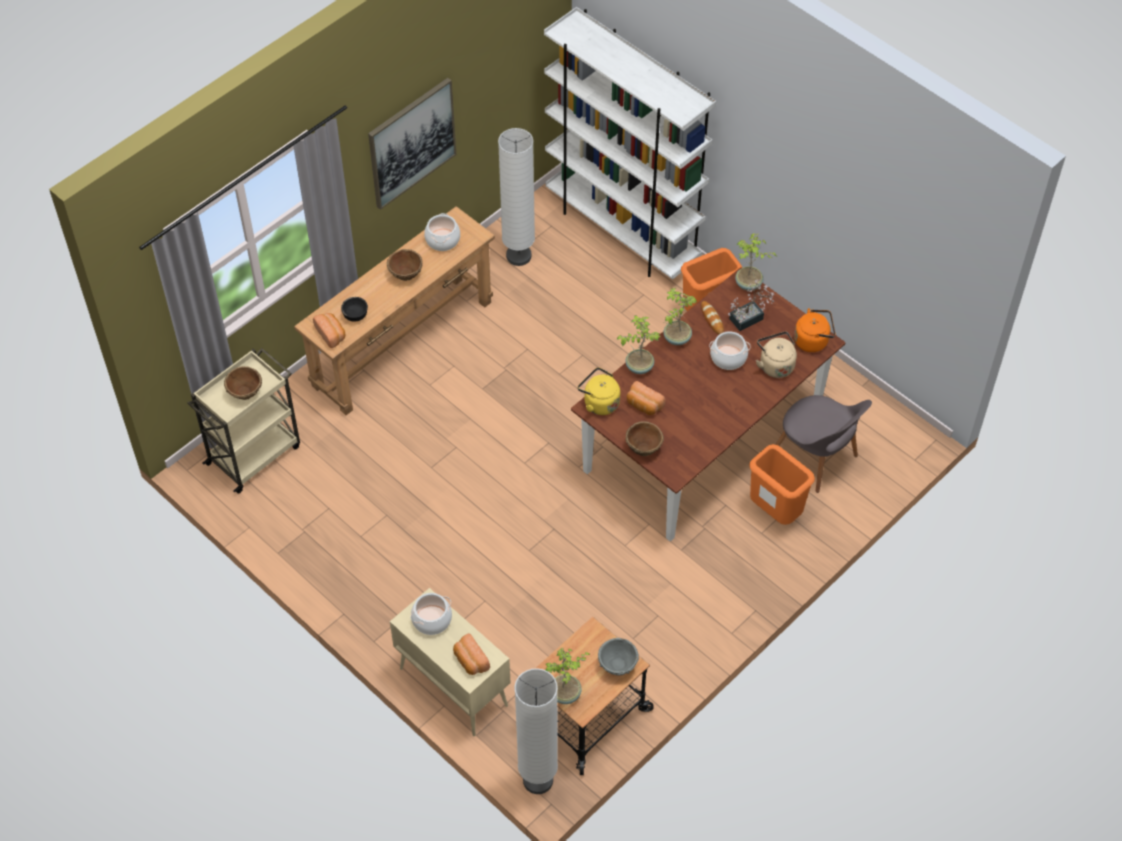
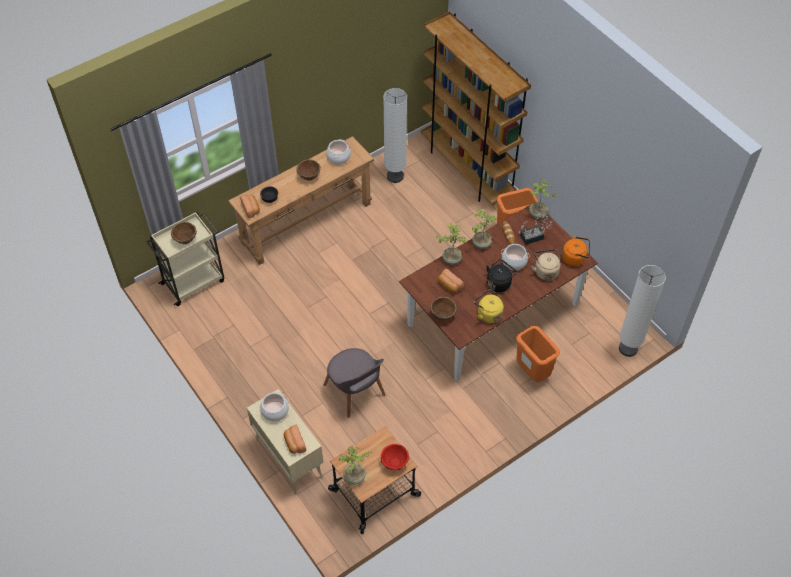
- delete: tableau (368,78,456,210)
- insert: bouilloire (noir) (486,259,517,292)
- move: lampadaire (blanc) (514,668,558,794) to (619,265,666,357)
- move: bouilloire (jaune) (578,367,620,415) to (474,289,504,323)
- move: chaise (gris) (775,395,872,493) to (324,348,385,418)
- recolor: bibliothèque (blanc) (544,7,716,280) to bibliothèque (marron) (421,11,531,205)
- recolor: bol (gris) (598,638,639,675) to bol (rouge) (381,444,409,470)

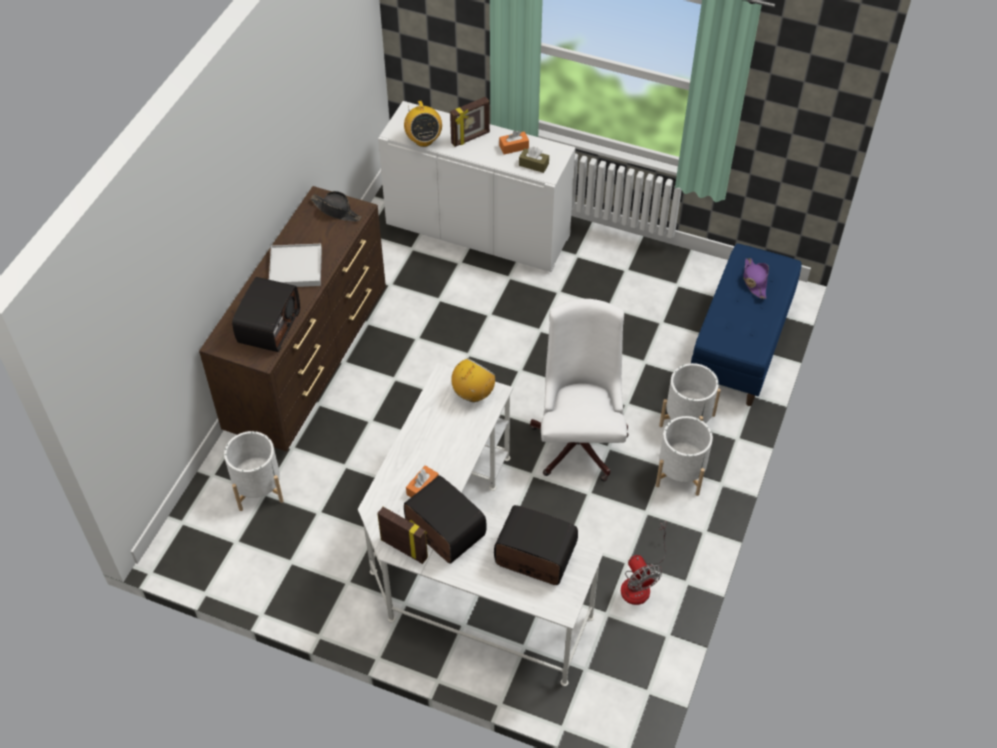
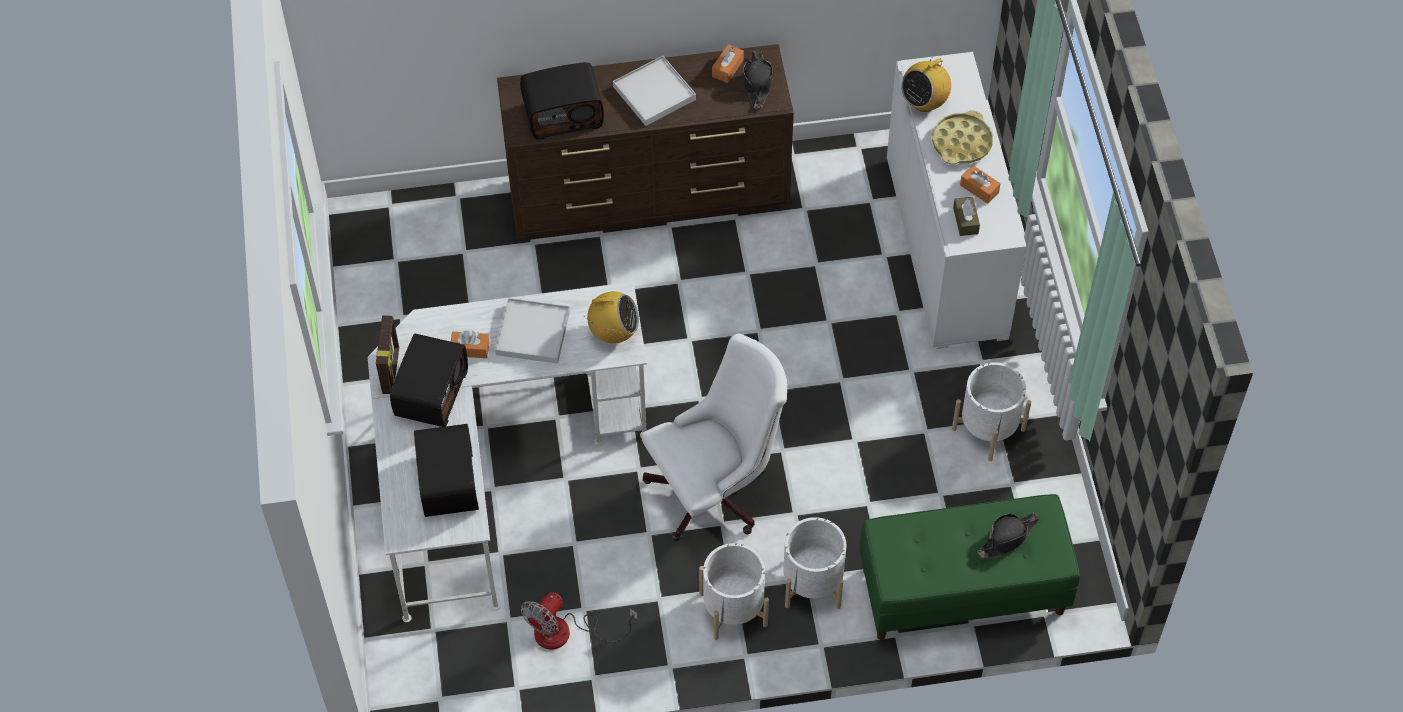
- insert: plateau (blanc) (495,298,570,364)
- insert: boîte à mouchoirs (orange) (712,44,744,83)
- move: cache-pot (blanc) (224,431,284,511) to (952,362,1031,461)
- replace: cadre photo (450,97,490,147) to plateau (jaune) (932,110,993,165)
- recolor: banc (bleu) (691,243,802,406) to banc (vert) (859,494,1080,640)
- recolor: chapeau (violet) (743,258,769,299) to chapeau (noir) (977,512,1040,559)

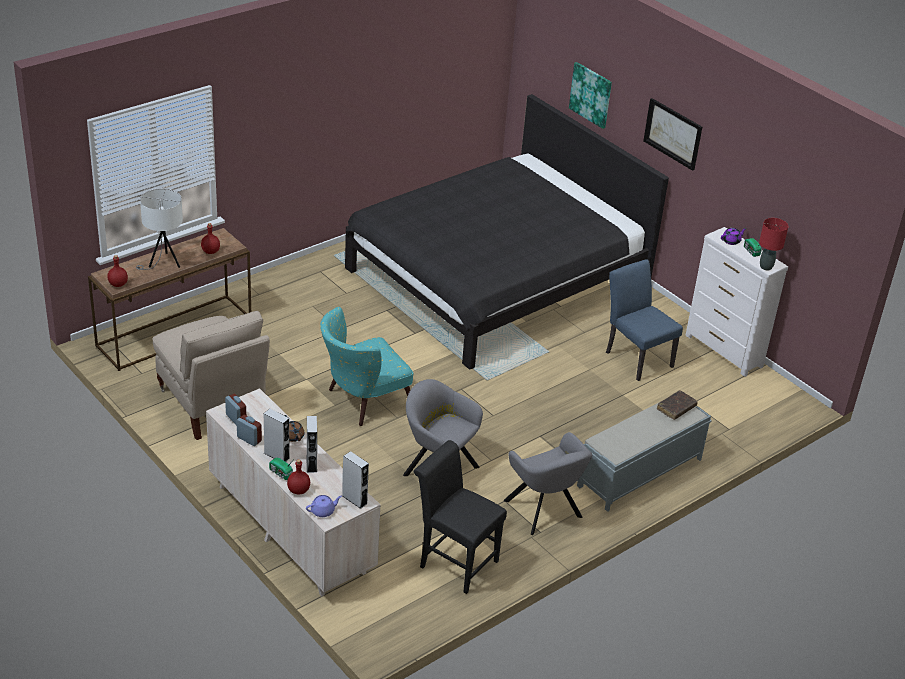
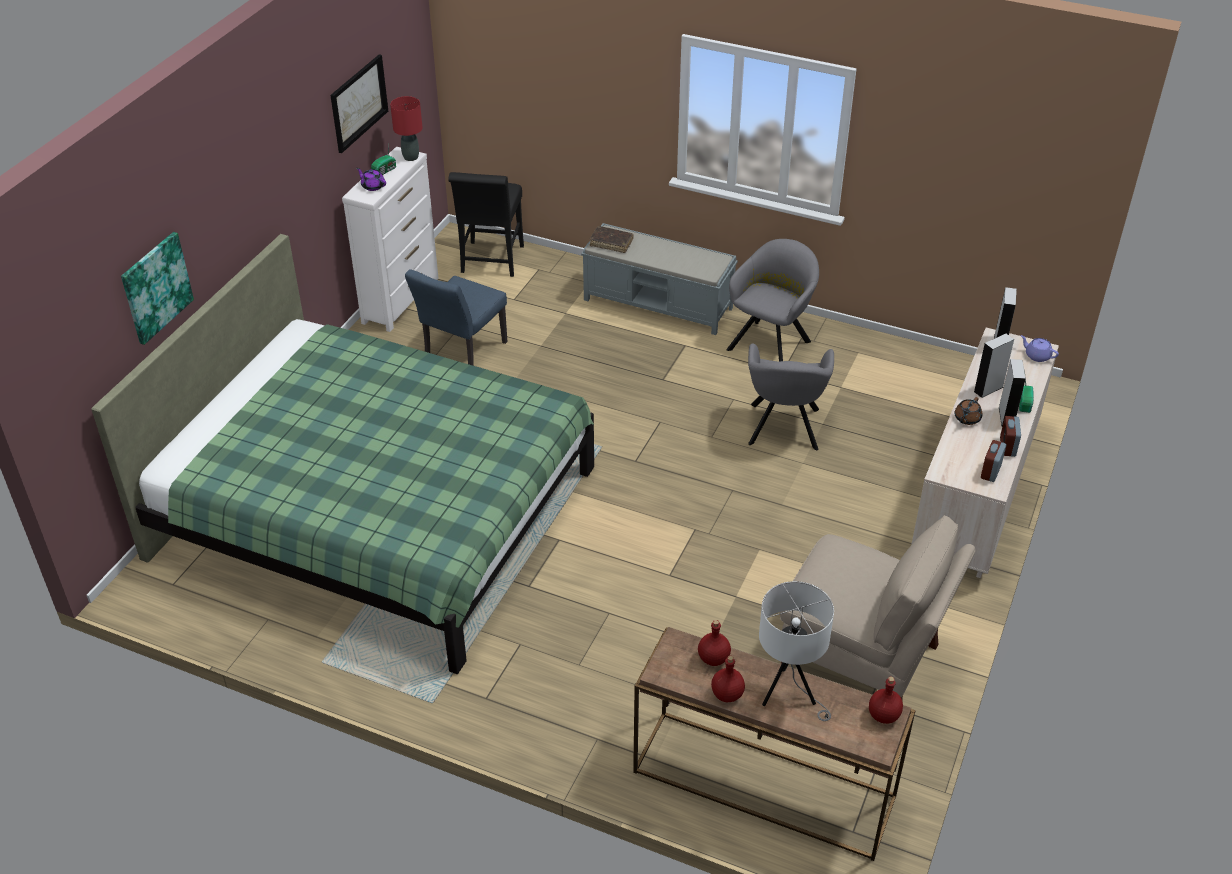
- delete: fauteuil (turquoise) (320,307,413,426)
- move: bouteille (rouge) (287,459,310,495) to (711,656,745,702)
- move: chaise (noir) (414,440,507,594) to (448,172,524,277)
- move: tableau (643,98,702,171) to (330,54,388,153)
- recolor: lit (noir) (345,94,669,370) to lit (vert) (91,234,594,674)
- rotate: chaise (beige) (152,311,270,440) = (780,515,975,699) 90 degrees clockwise

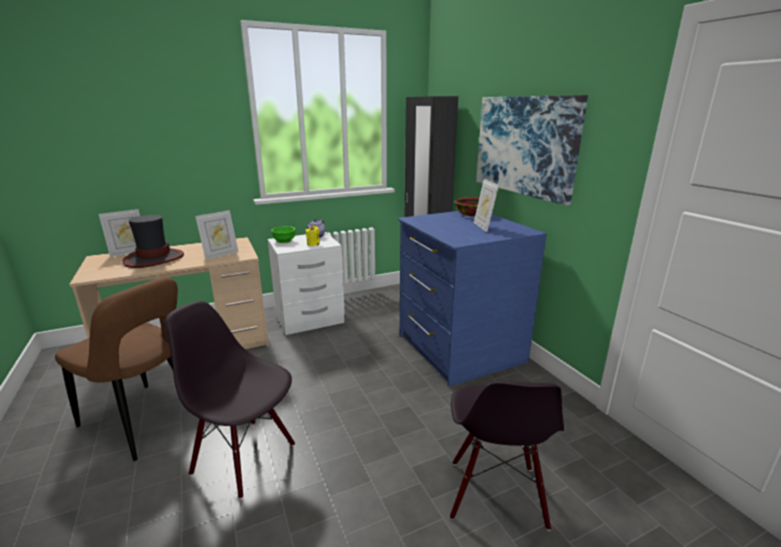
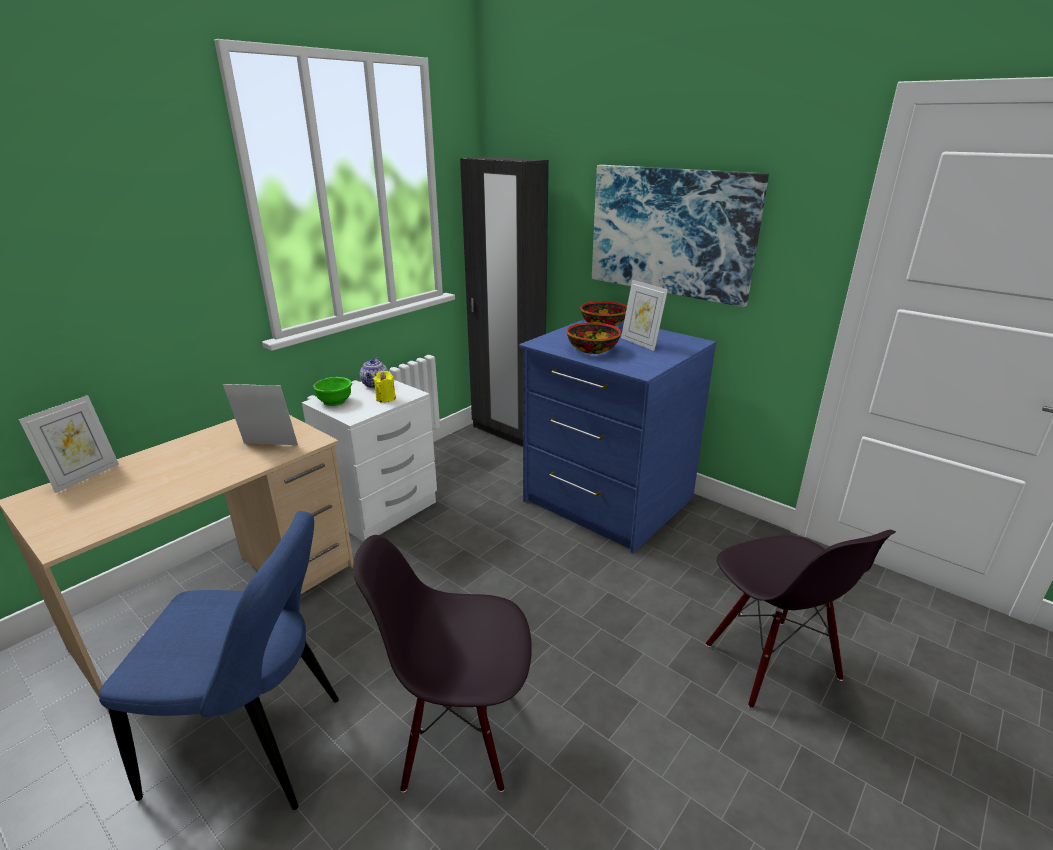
- delete: chapeau (122,215,184,268)
- insert: bol (567,323,621,354)
- recolor: chaise (marron) (55,277,178,461) to chaise (bleu) (99,511,339,810)
- rotate: cadre photo (195,210,239,260) = (223,384,298,445) 105 degrees counterclockwise

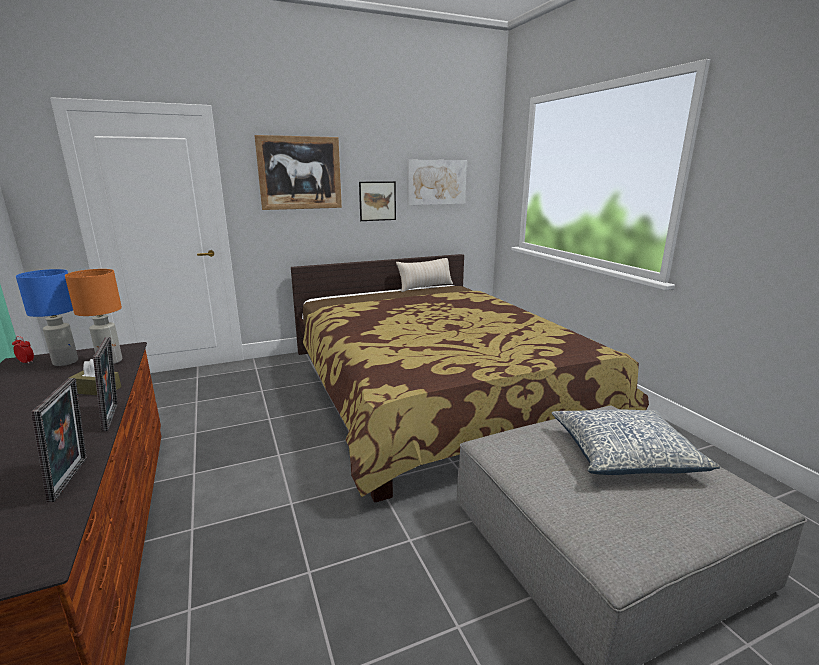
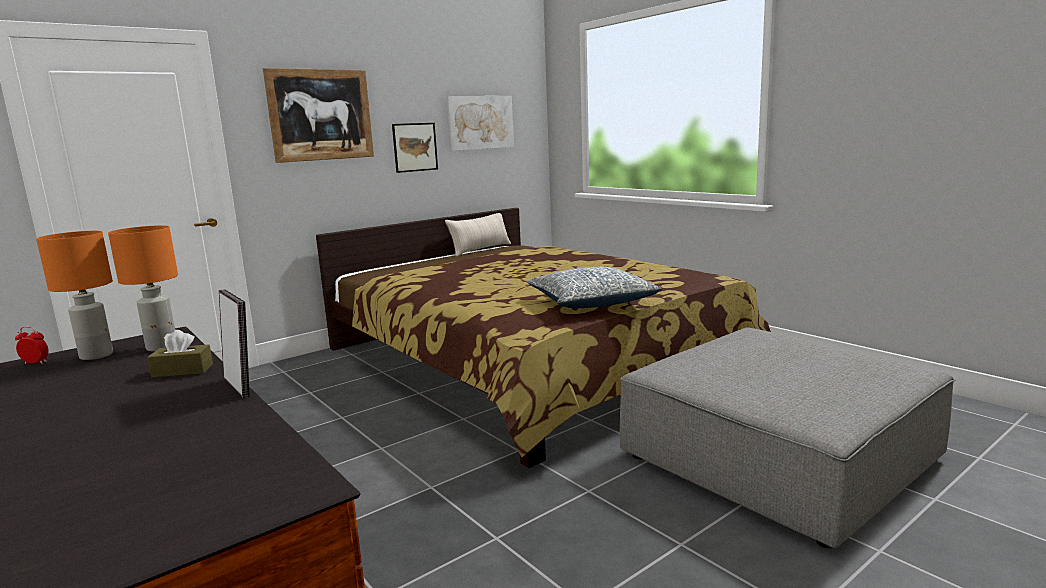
- delete: cadre photo (31,378,87,502)
- move: coussin (552,409,720,475) to (527,267,662,308)
- recolor: lampe de table (bleu) (16,269,78,366) to lampe de table (orange) (36,231,113,360)

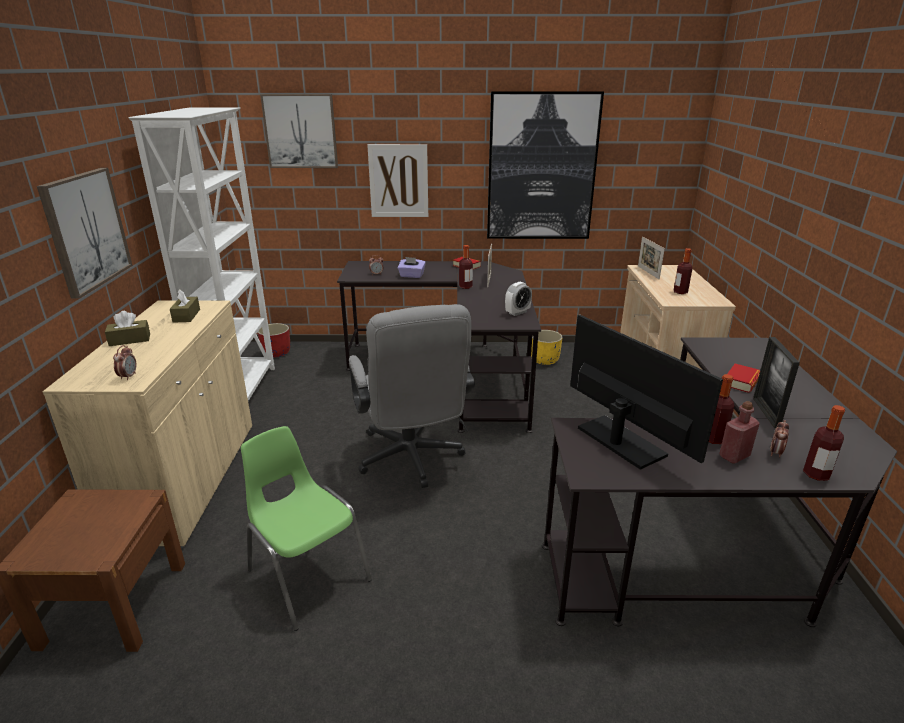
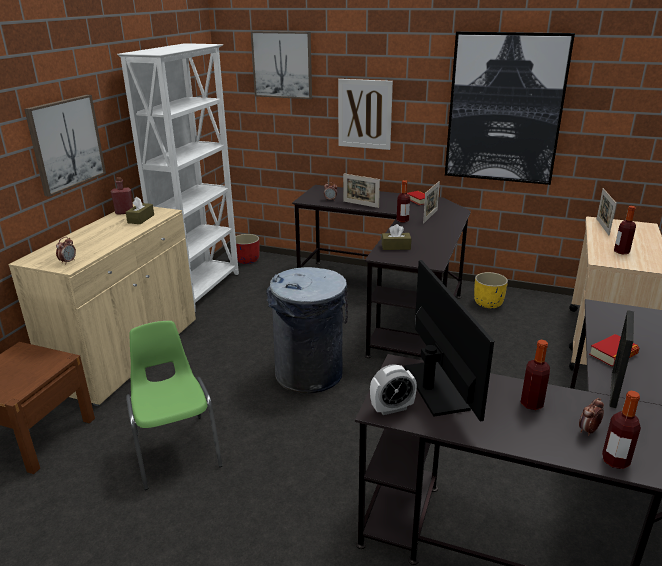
- move: boîte à mouchoirs (marron) (105,311,150,346) to (381,224,411,250)
- move: réveil (505,282,532,316) to (370,364,417,415)
- move: bouteille (rouge) (719,401,760,464) to (111,177,133,215)
- replace: chaise de bureau (gris) (349,304,475,488) to poubelle (gris) (266,267,348,394)
- replace: boîte à mouchoirs (violet) (397,257,426,278) to cadre photo (343,173,380,208)

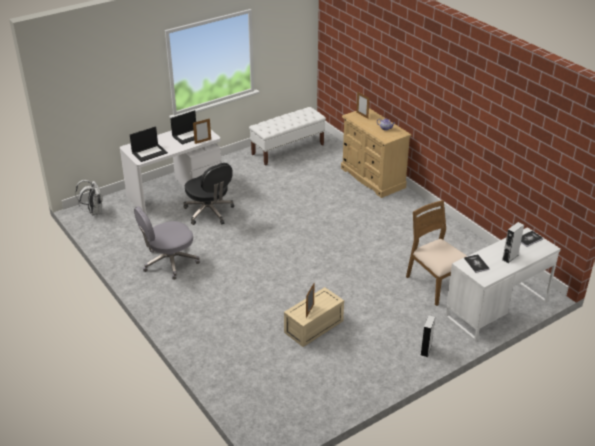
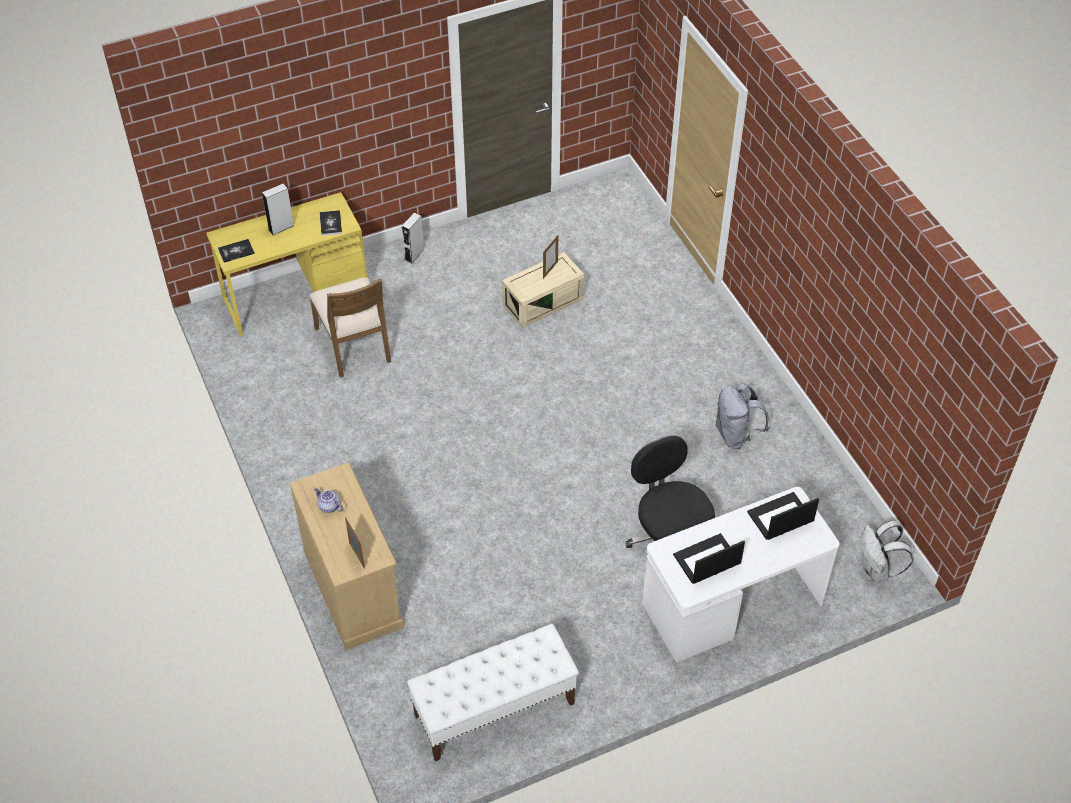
- delete: cadre photo (193,118,211,144)
- replace: chaise de bureau (gris) (134,206,200,280) to sac à dos (gris) (715,383,769,449)
- recolor: bureau (blanc) (445,227,561,341) to bureau (jaune) (206,192,367,336)

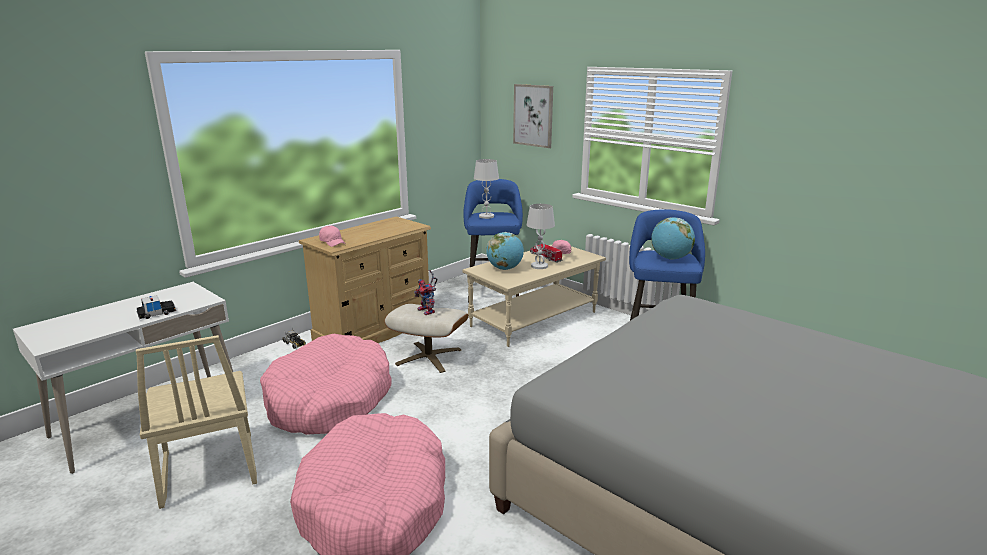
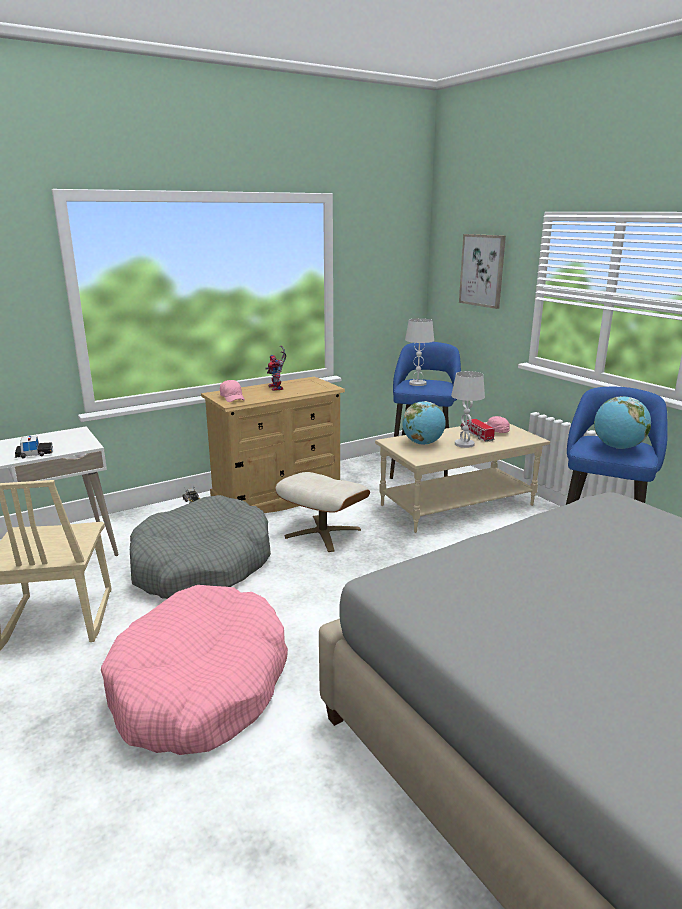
- move: robot jouet (414,270,437,315) to (265,346,286,391)
- recolor: panier pour chien (rose) (260,334,392,435) to panier pour chien (gris) (130,495,271,599)

